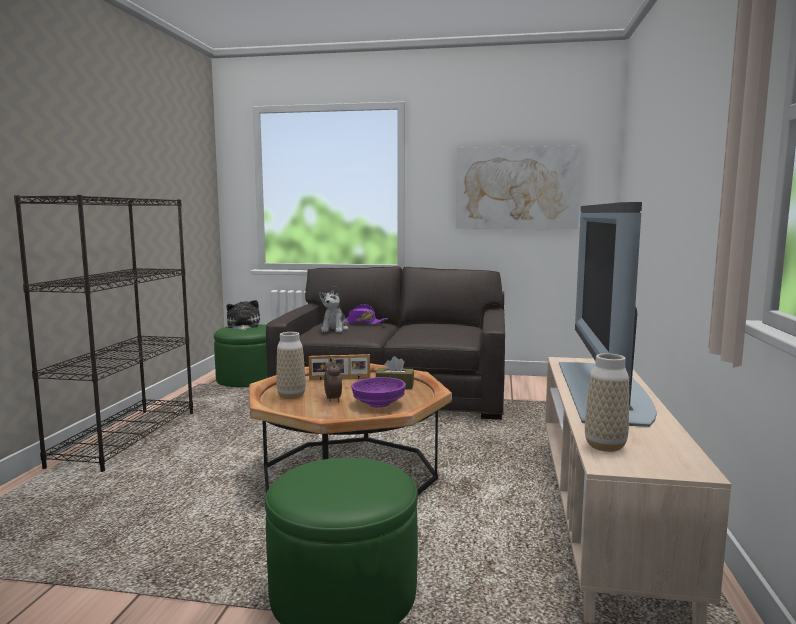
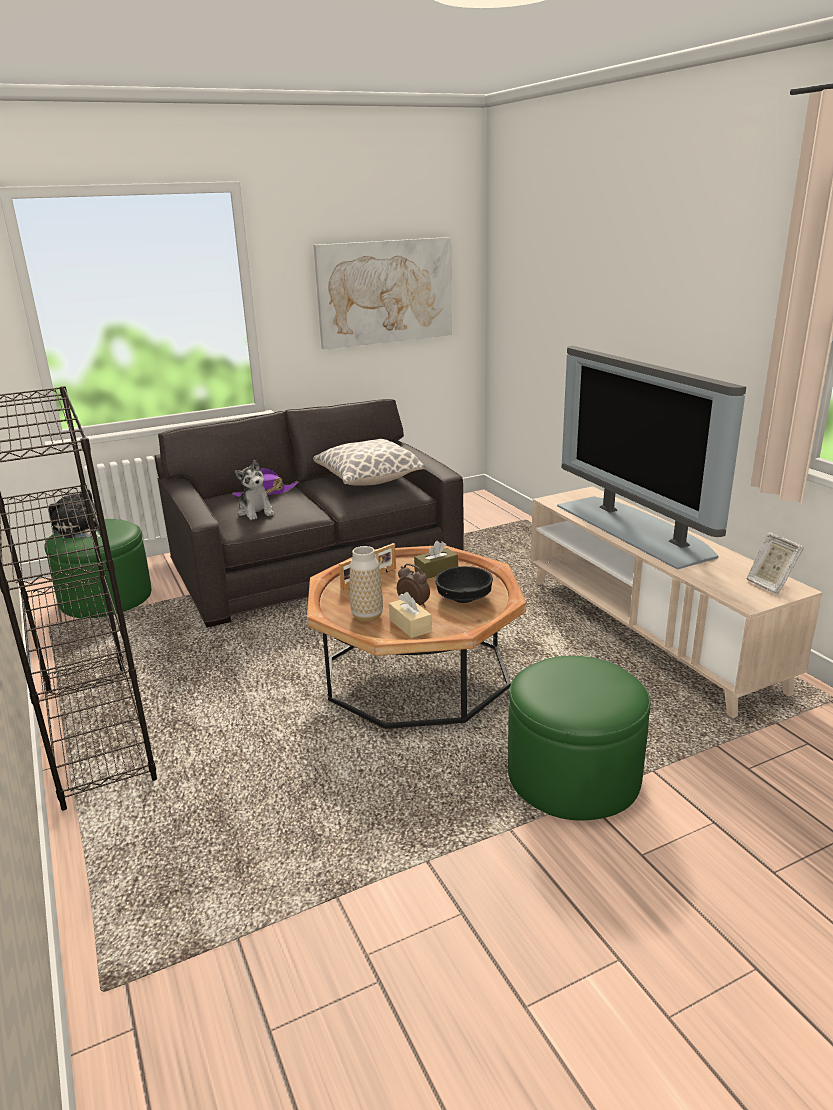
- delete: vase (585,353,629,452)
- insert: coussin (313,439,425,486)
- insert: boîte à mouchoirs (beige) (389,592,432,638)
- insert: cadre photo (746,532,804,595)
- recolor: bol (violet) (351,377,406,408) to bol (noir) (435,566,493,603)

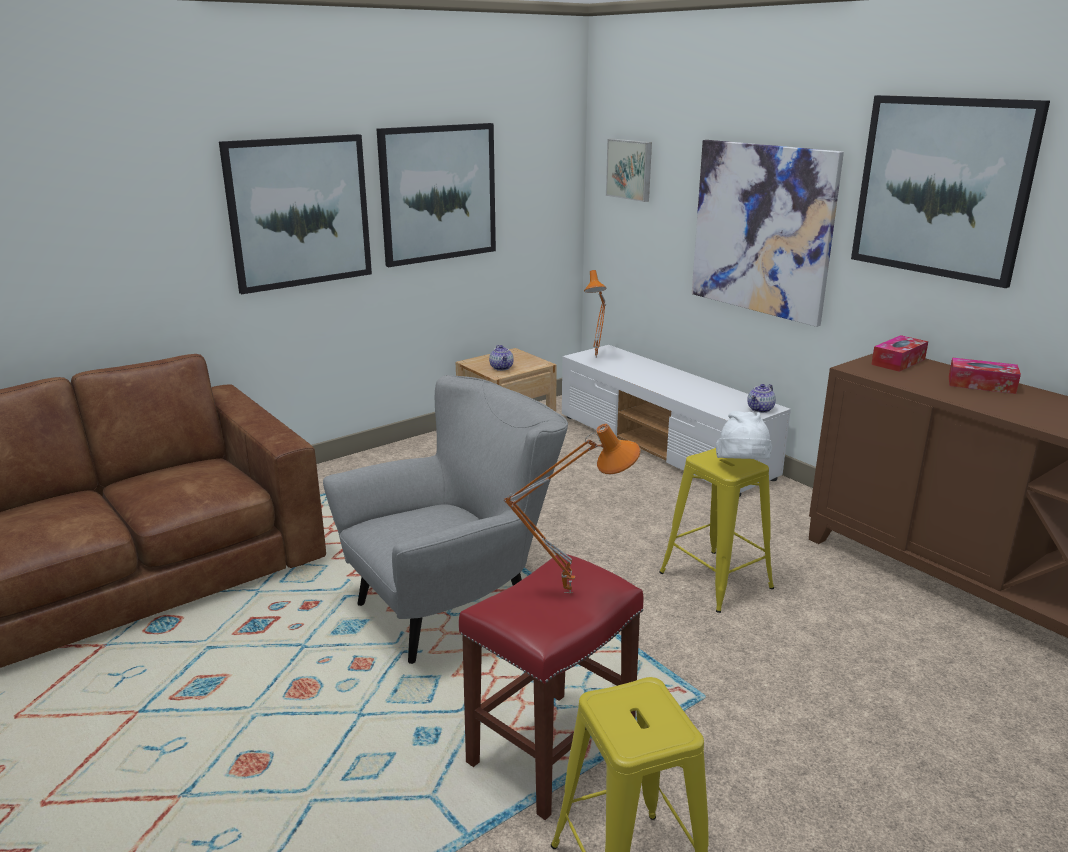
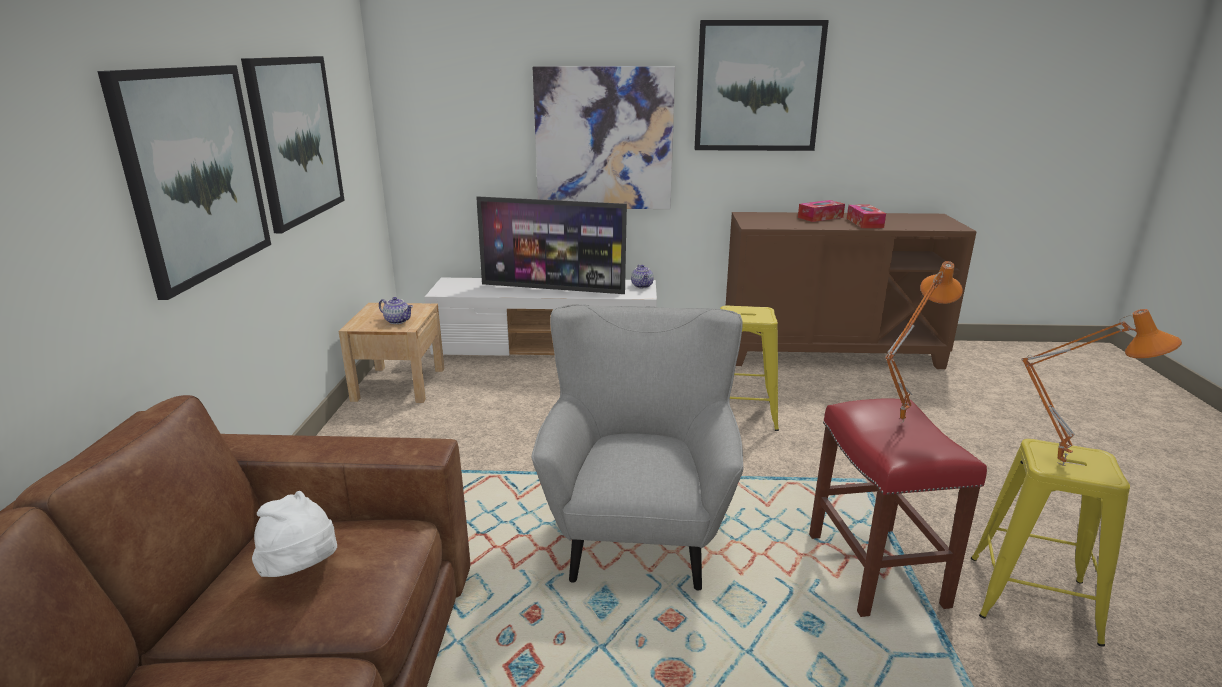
- delete: tableau (606,139,652,202)
- insert: téléviseur (476,196,627,294)
- move: lampe de table (orange) (584,270,607,356) to (1021,309,1182,466)
- move: chapeau (blanc) (716,411,772,459) to (252,491,337,577)
- move: boîte à mouchoirs (871,335,928,372) to (847,205,886,228)

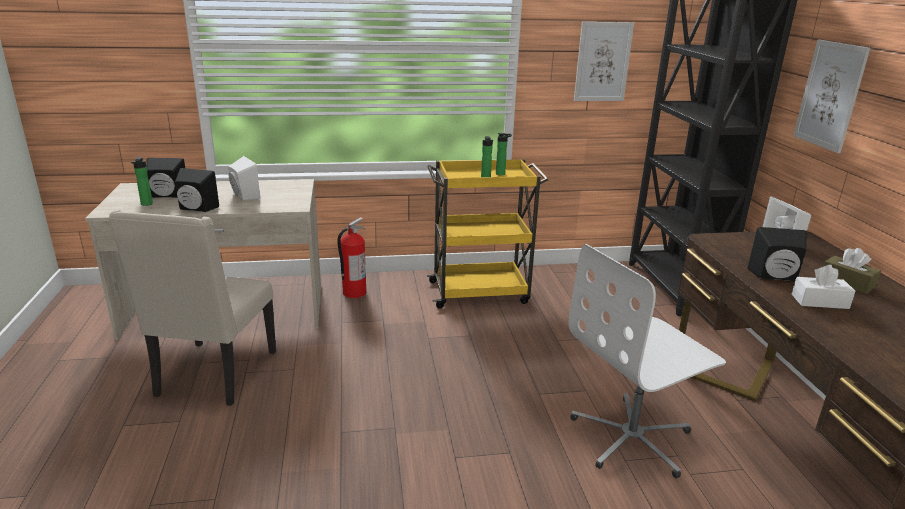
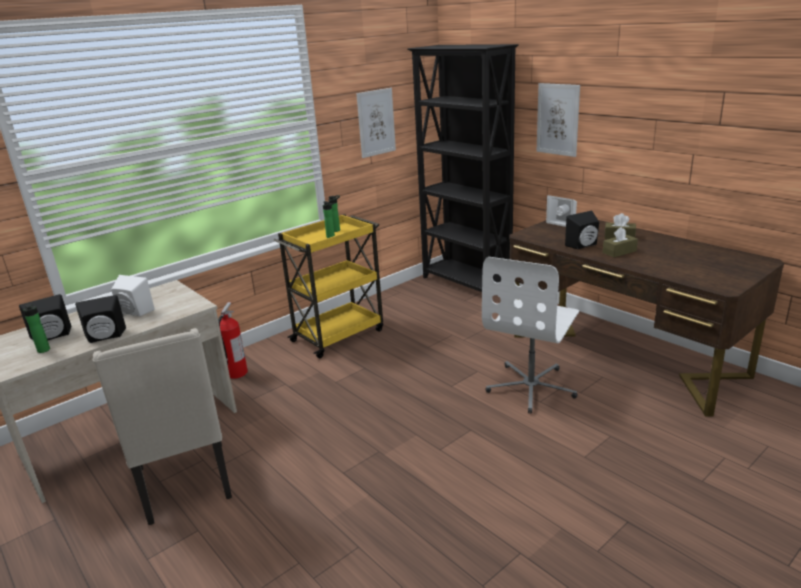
- recolor: boîte à mouchoirs (blanc) (792,265,855,309) to boîte à mouchoirs (marron) (603,227,638,258)

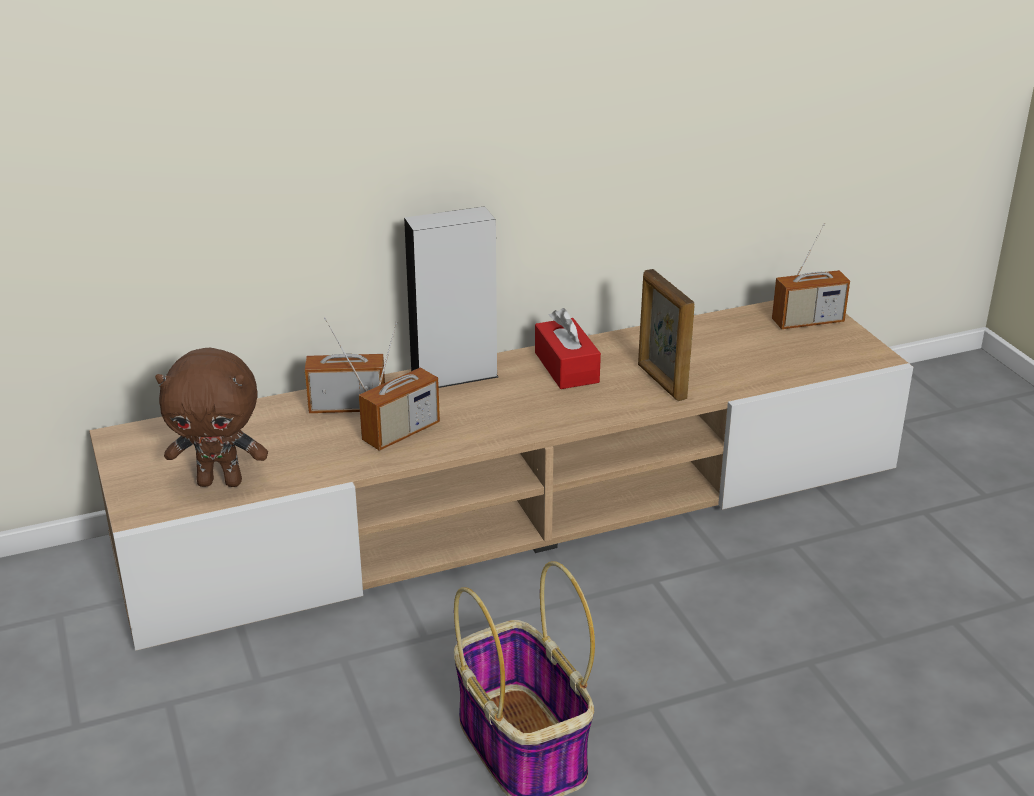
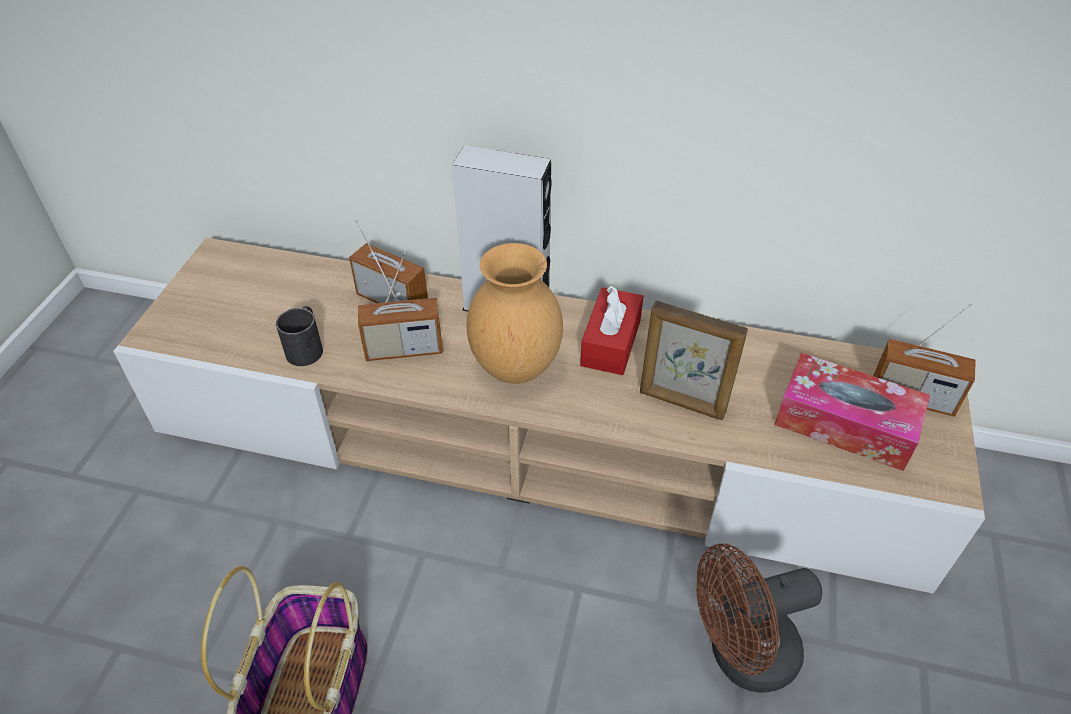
- delete: peluche (marron) (155,348,268,487)
- insert: mug (noir) (276,306,323,366)
- insert: vase (marron) (467,243,563,384)
- insert: ventilateur (marron) (697,543,822,693)
- insert: boîte à mouchoirs (775,353,930,471)
- rotate: cadre photo (638,269,695,401) = (640,301,748,420) 75 degrees counterclockwise

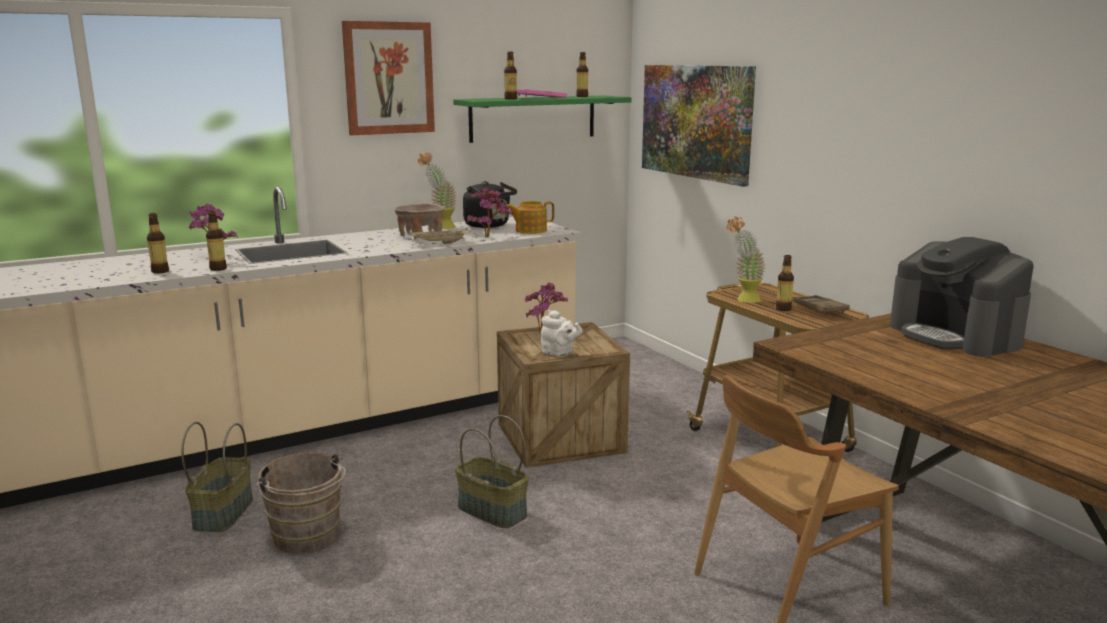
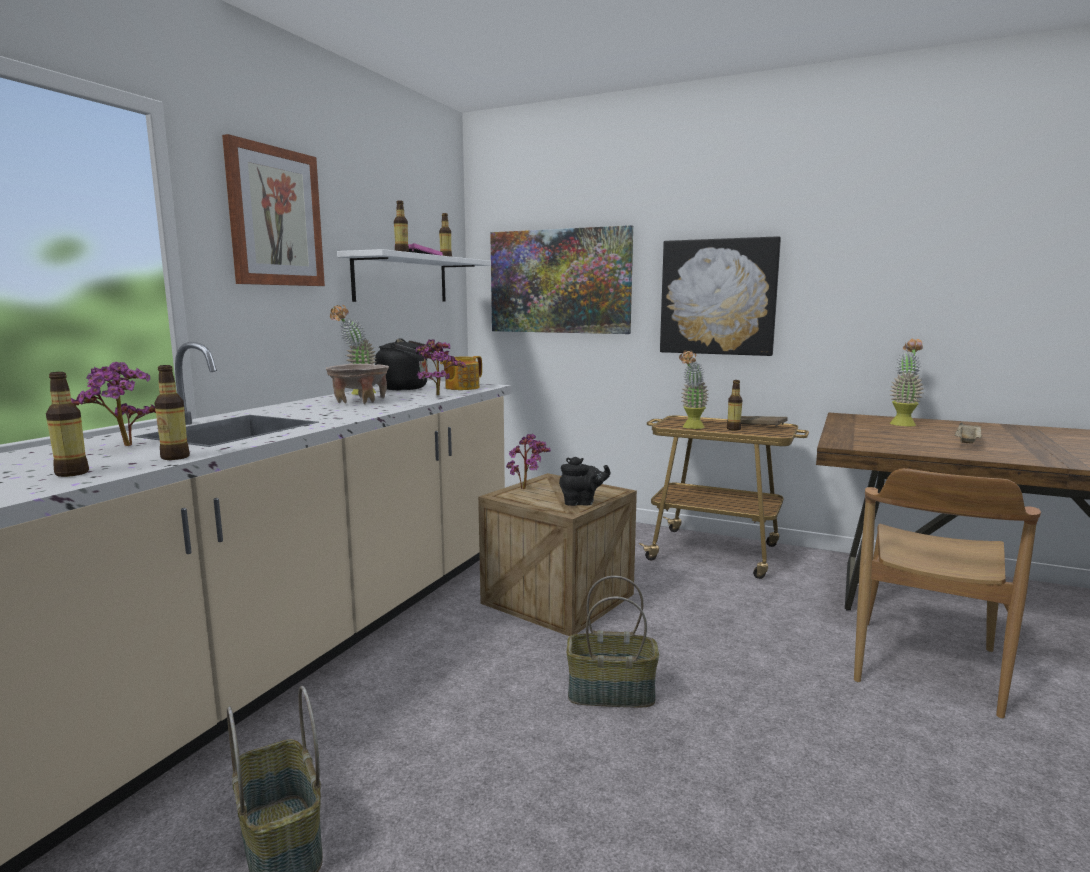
- delete: seau (marron) (257,452,346,554)
- insert: tableau (660,236,781,356)
- move: plateau (beige) (410,228,470,244) to (955,423,982,444)
- replace: machine à café (890,237,1034,357) to plante en pot (890,339,924,426)
- recolor: étagère (vert) (453,95,632,143) to étagère (blanc) (337,249,490,302)
- recolor: théière (blanc) (541,310,583,357) to théière (noir) (559,457,610,506)

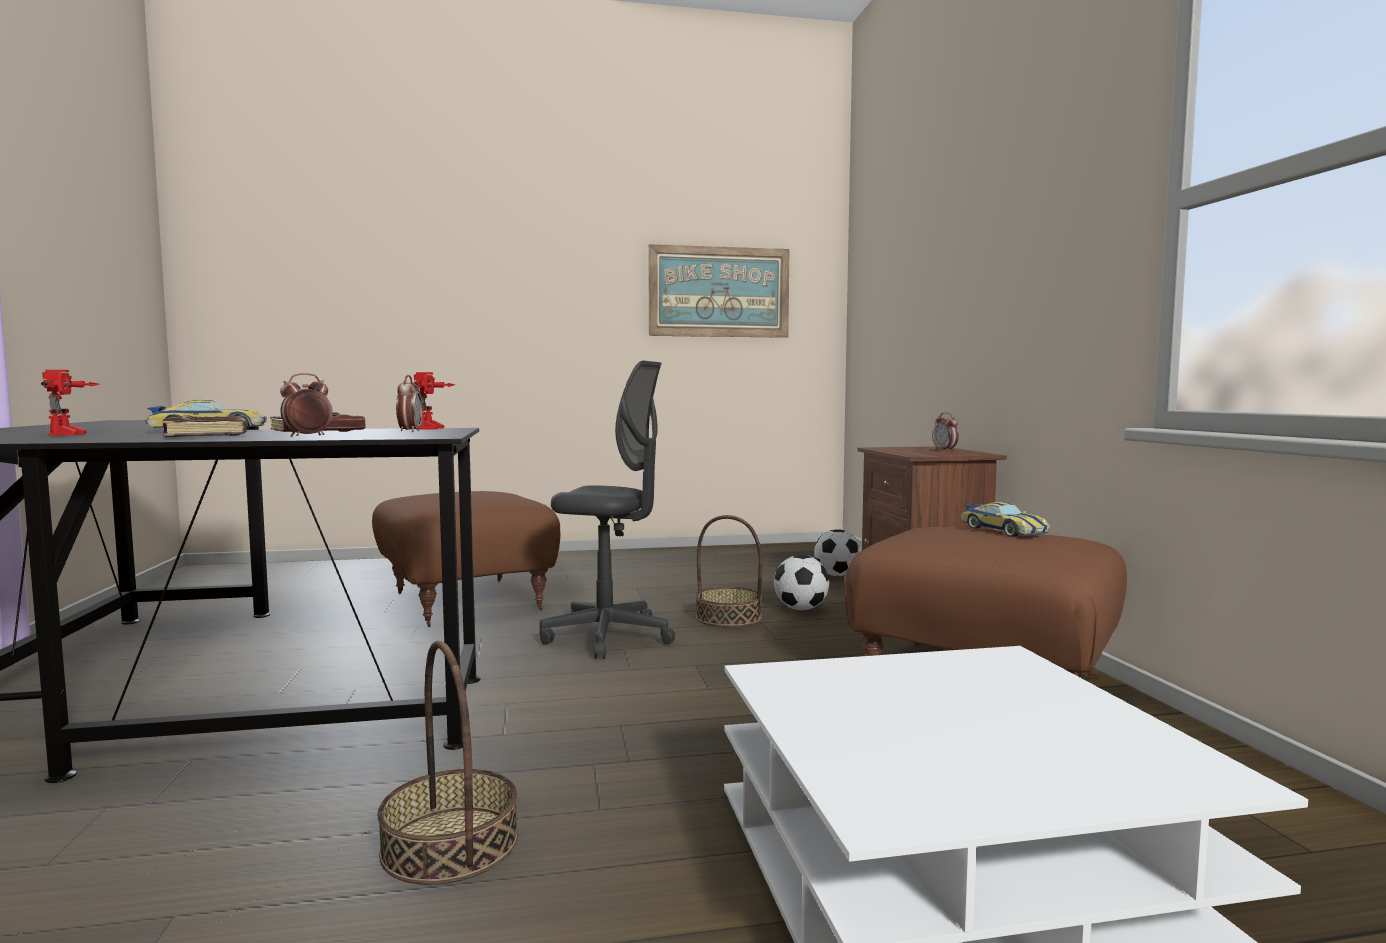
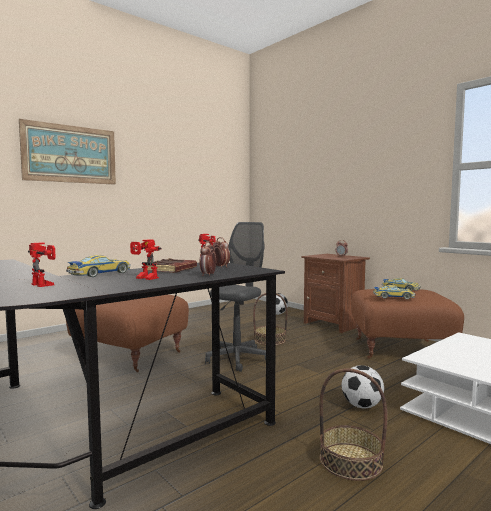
- insert: petite voiture (373,285,415,299)
- move: tableau (648,244,789,338) to (19,119,116,185)
- move: ballon de foot (774,555,829,610) to (342,365,384,408)
- replace: livre (marron) (163,415,247,437) to robot jouet (130,239,162,280)
- rotate: chaise de bureau (gris) (540,361,675,659) = (205,222,266,372) 45 degrees counterclockwise

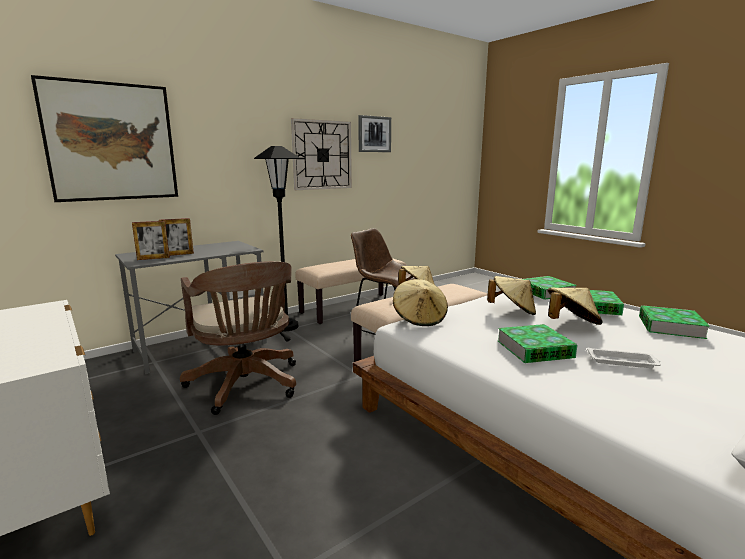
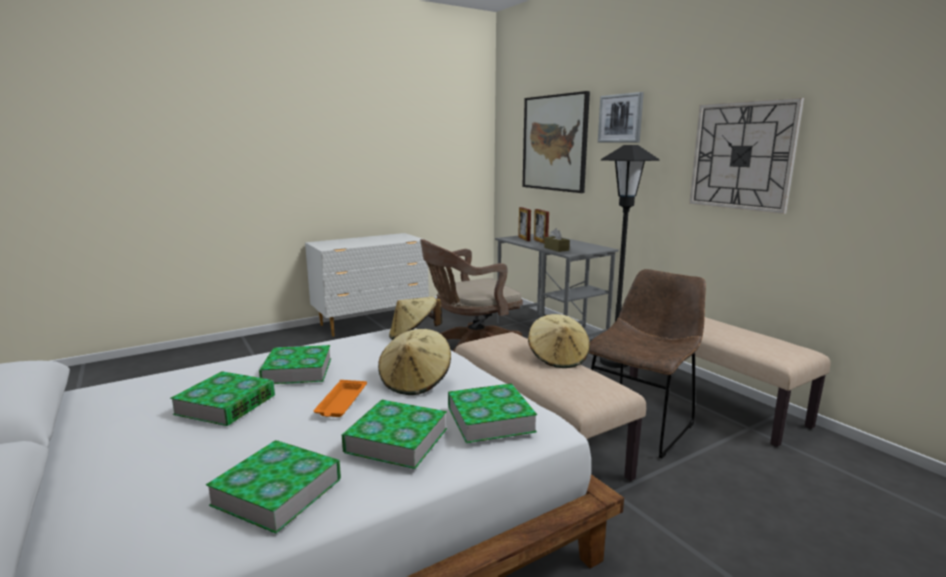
- insert: boîte à mouchoirs (marron) (544,228,570,252)
- move: tableau (358,115,391,152) to (598,92,644,143)
- replace: chapeau (beige) (548,288,603,325) to plateau (orange) (314,380,367,417)
- replace: plateau (blanc) (587,347,661,368) to livre (170,371,275,426)

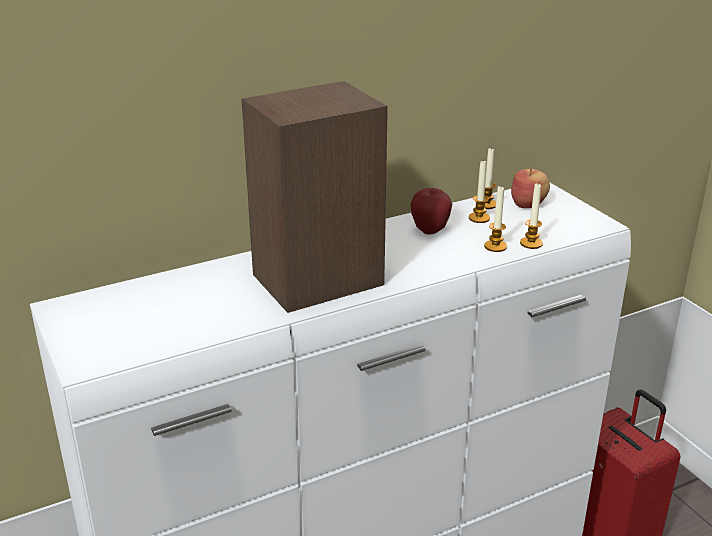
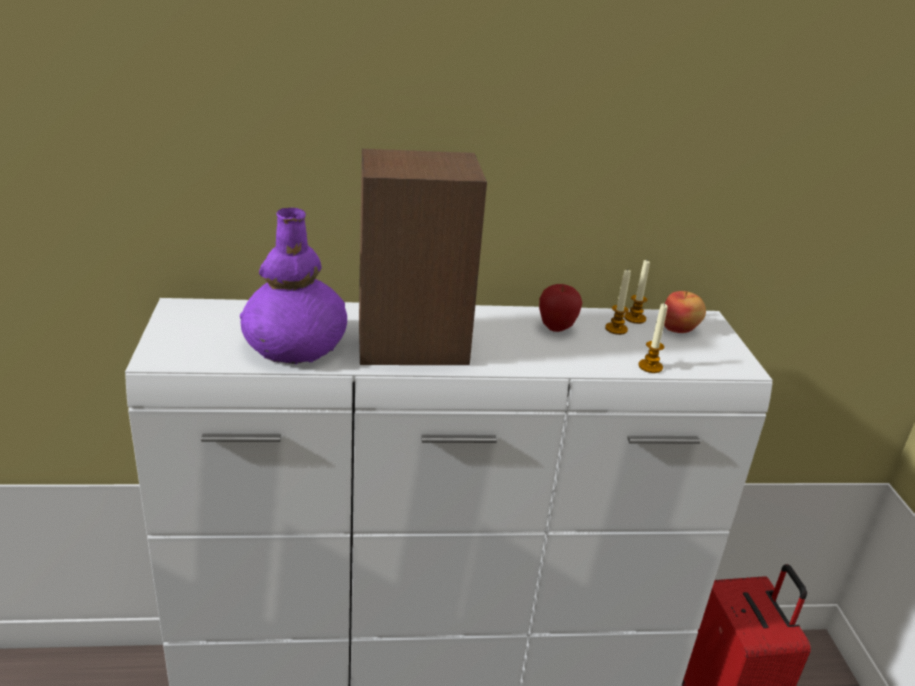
- delete: bougie (484,186,507,252)
- insert: vase (violet) (240,208,347,364)

